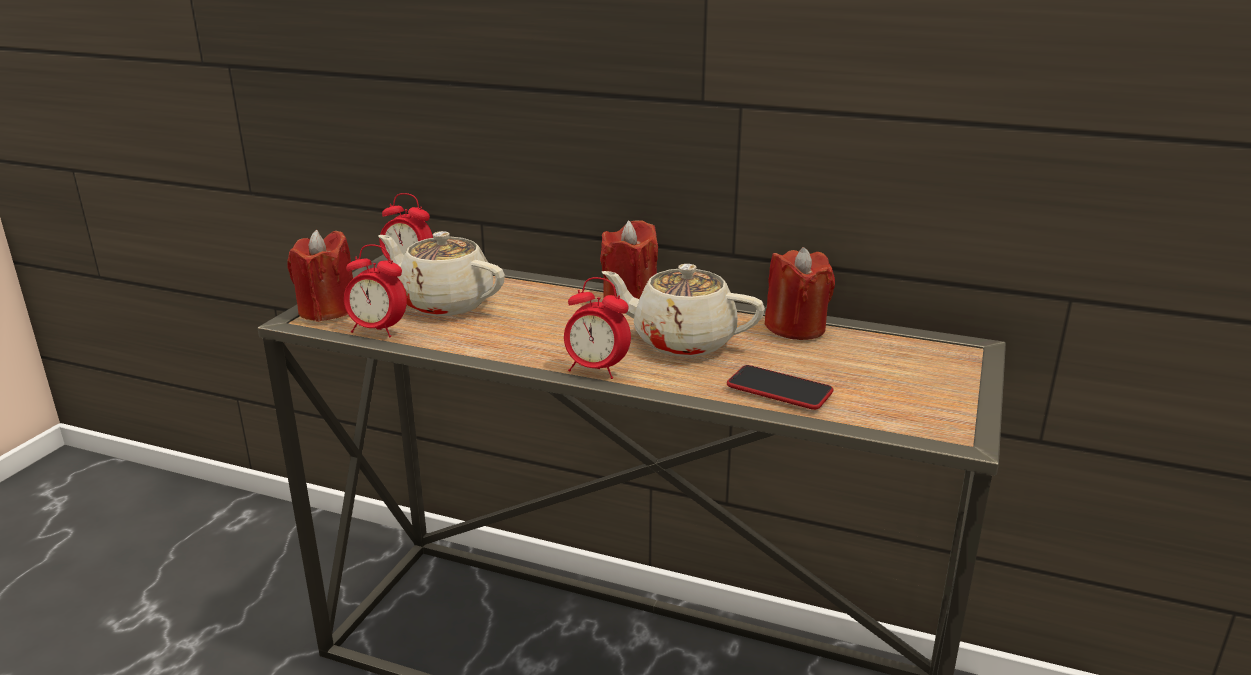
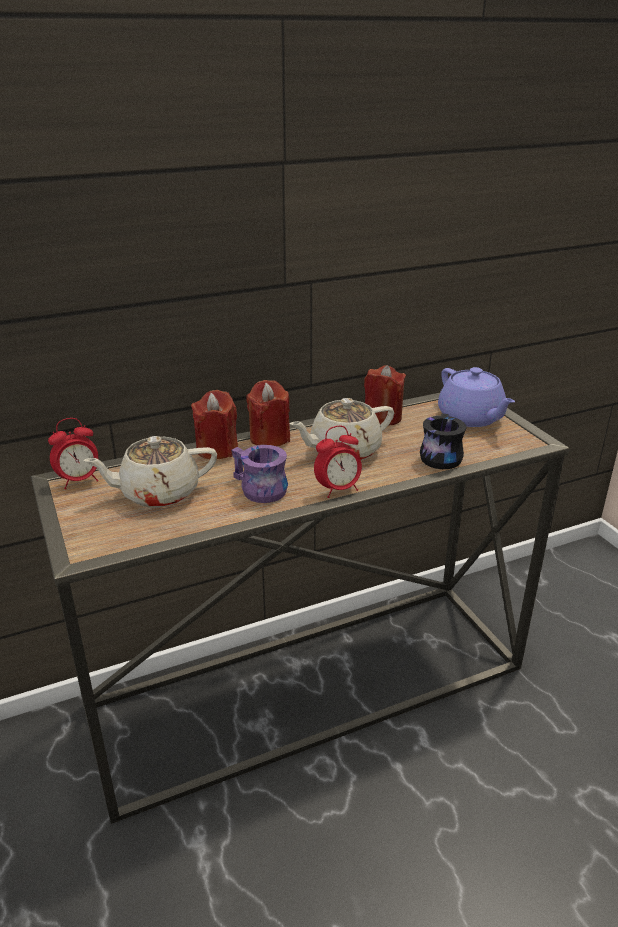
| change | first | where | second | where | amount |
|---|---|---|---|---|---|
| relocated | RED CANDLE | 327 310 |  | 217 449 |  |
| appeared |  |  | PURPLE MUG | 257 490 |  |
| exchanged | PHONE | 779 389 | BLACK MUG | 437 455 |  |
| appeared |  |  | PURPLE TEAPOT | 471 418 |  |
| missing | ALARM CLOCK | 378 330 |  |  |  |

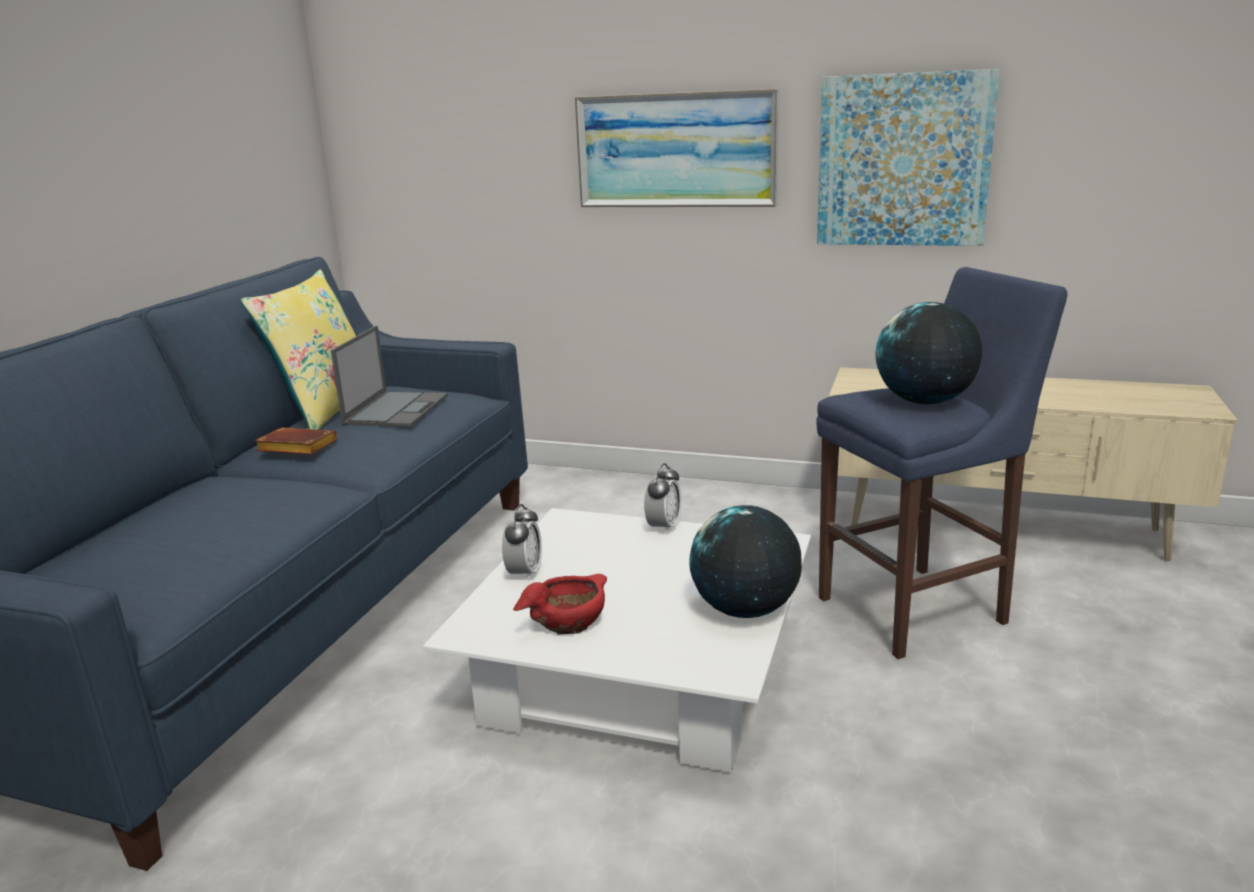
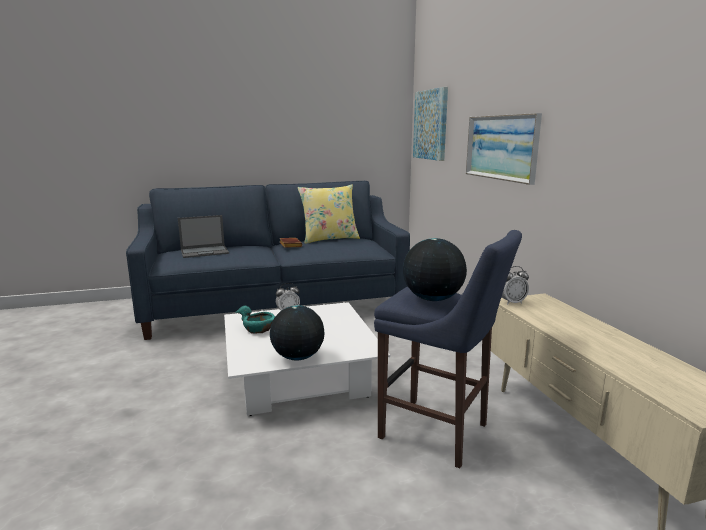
| change | first | where | second | where | amount |
|---|---|---|---|---|---|
| relocated | LAPTOP | 396 409 |  | 205 252 |  |
| colour | RED BOWL | 568 620 | TURQUOISE BOWL | 259 329 |  |
| relocated | PICTURE | 903 160 |  | 431 125 |  |
| relocated | ALARM CLOCK | 663 527 |  | 512 302 |  |

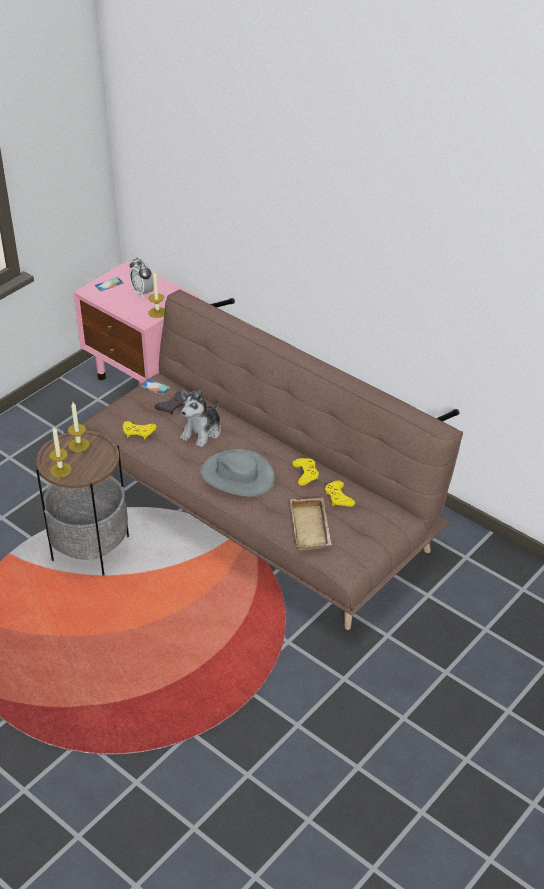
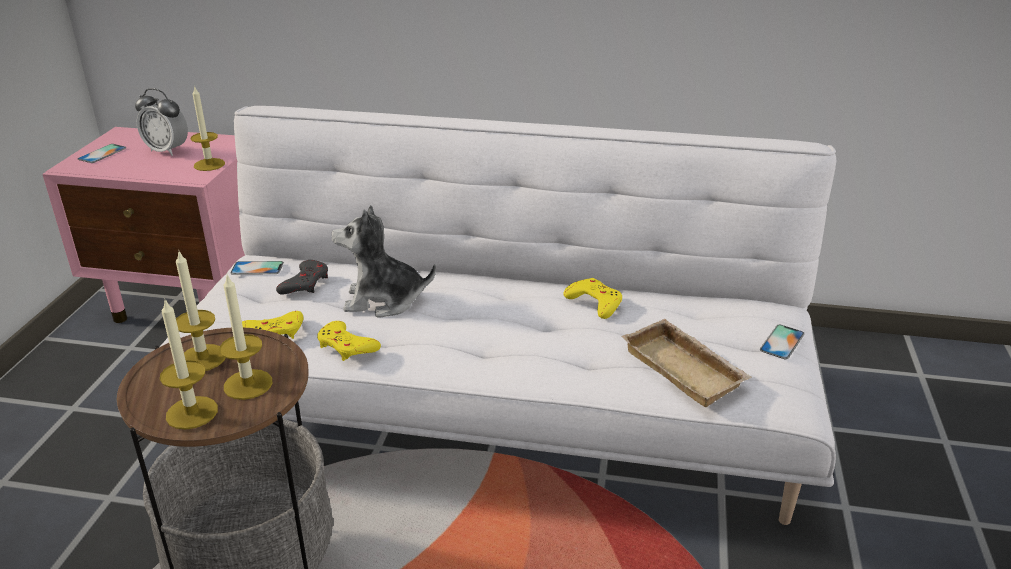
| change | first | where | second | where | amount |
|---|---|---|---|---|---|
| colour | BROWN SOFA | 260 510 | WHITE SOFA | 500 406 |  |
| appeared |  |  | CANDLE | 248 384 |  |
| relocated | YELLOW GAME CONTROLLER | 338 497 |  | 346 346 |  |
| spun | PLUSH TOY | 202 432 |  | 383 300 | 90 degrees clockwise |
| appeared |  |  | PHONE | 782 342 |  |
| missing | GREY HAT | 237 476 |  |  |  |

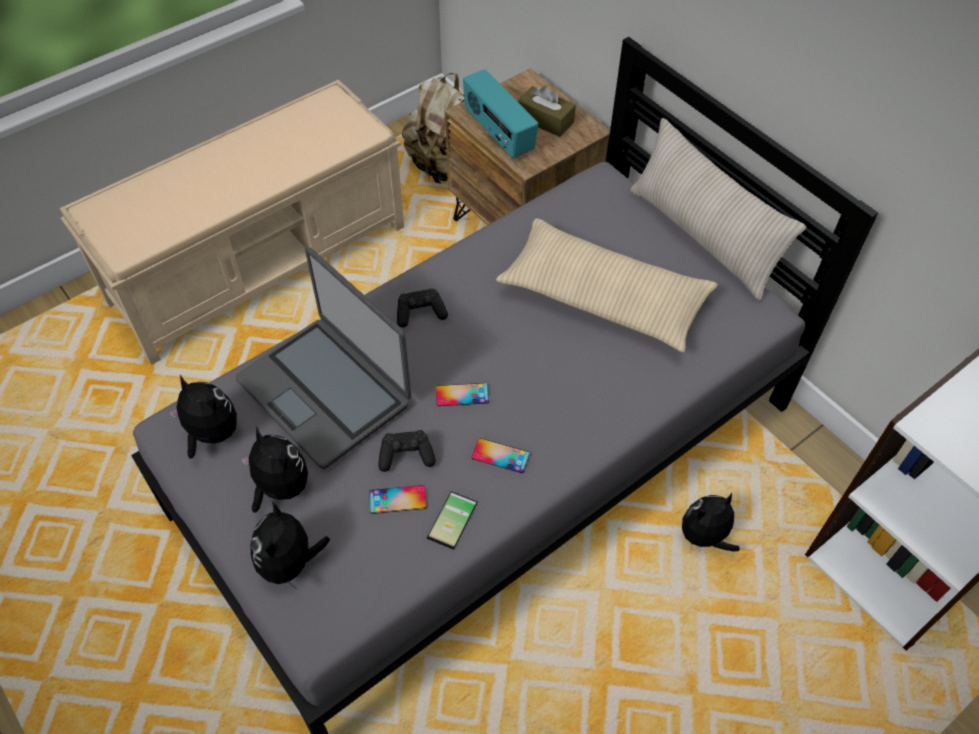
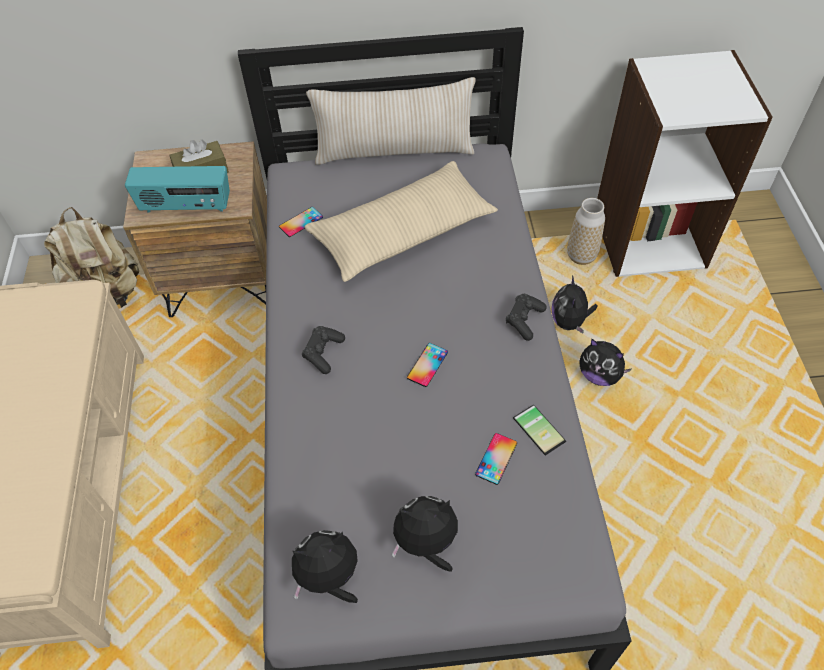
| change | first | where | second | where | amount |
|---|---|---|---|---|---|
| relocated | PHONE | 500 455 |  | 301 222 |  |
| relocated | BLACK GAME CONTROLLER | 406 455 |  | 524 320 |  |
| appeared |  |  | VASE | 581 256 |  |
| relocated | PLUSH TOY | 290 563 |  | 599 375 |  |
| missing | LAPTOP | 325 391 |  |  |  |

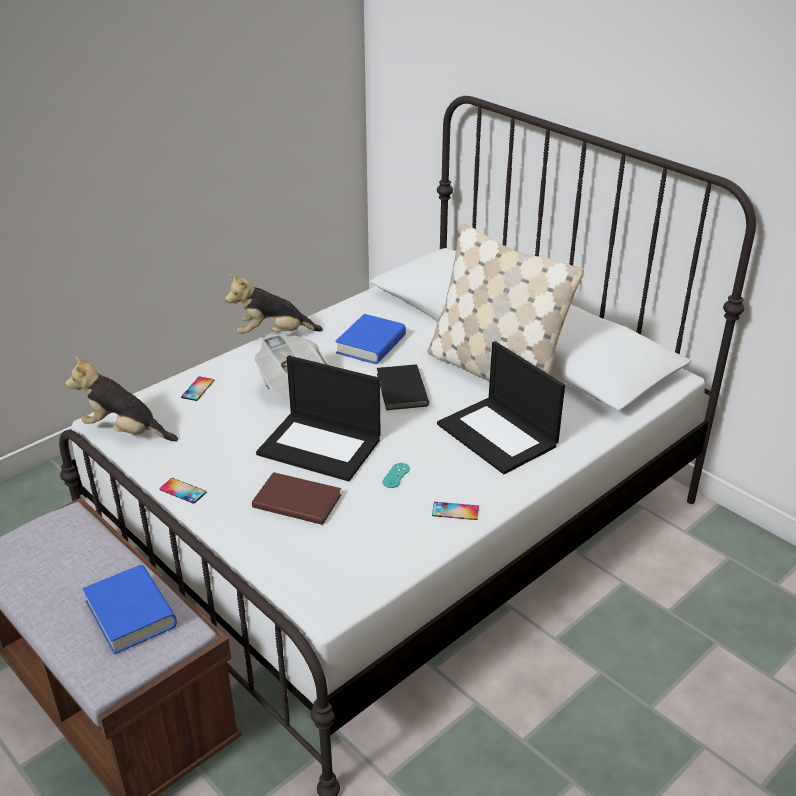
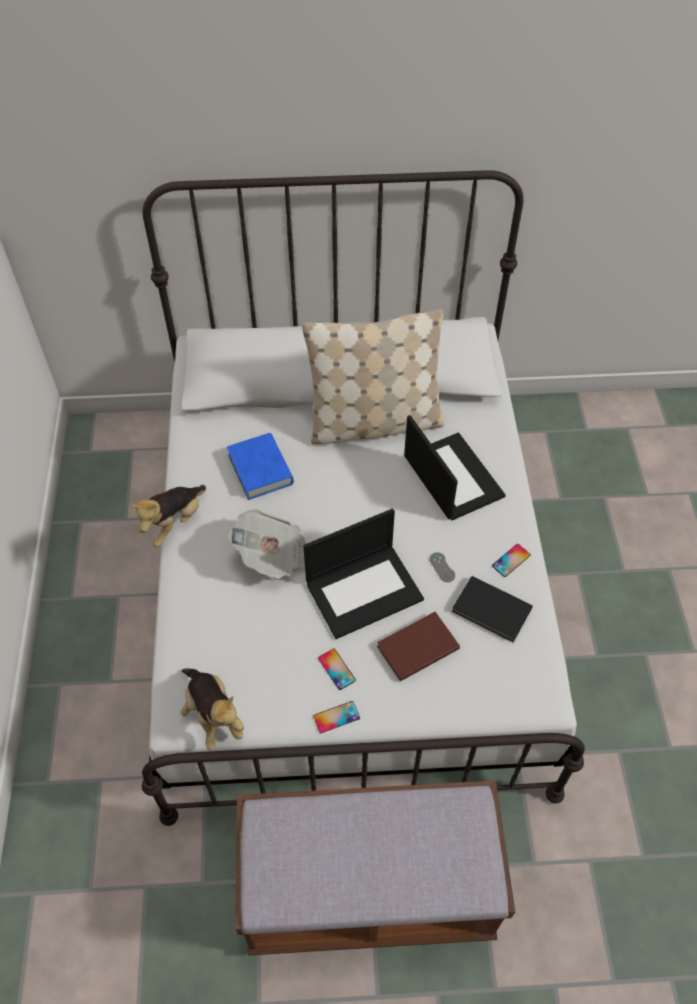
| change | first | where | second | where | amount |
|---|---|---|---|---|---|
| spun | PLUSH TOY | 125 431 |  | 212 714 | 90 degrees counterclockwise |
| relocated | PHONE | 197 389 |  | 336 669 |  |
| spun | LAPTOP | 498 435 |  | 451 476 | 120 degrees counterclockwise |
| colour | TURQUOISE GAME CONTROLLER | 396 475 | GREY GAME CONTROLLER | 442 567 |  |
| relocated | BLACK BOOK | 400 390 |  | 491 611 |  |
| missing | BLUE BOOK | 131 614 |  |  |  |

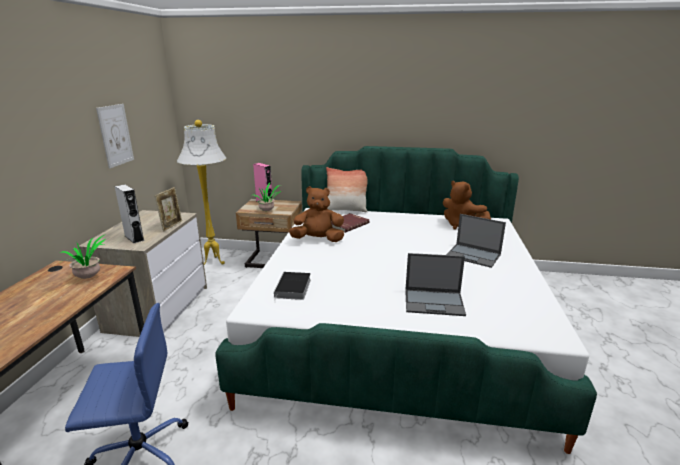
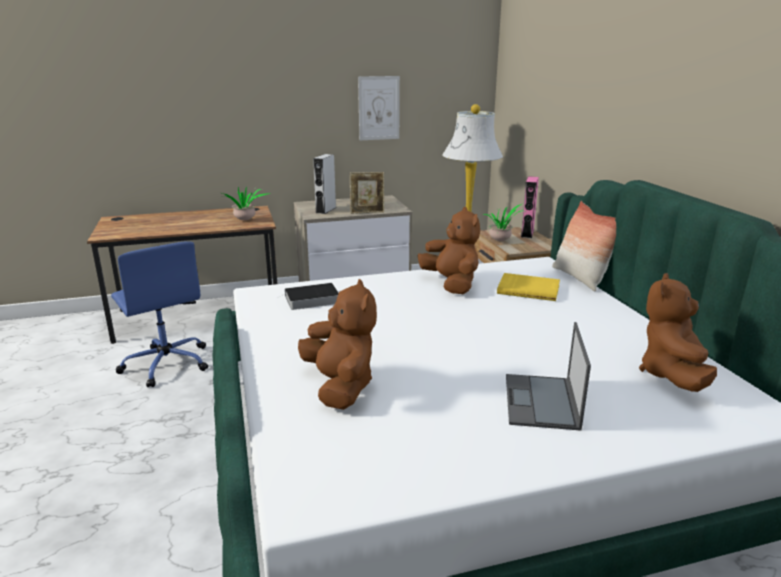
| change | first | where | second | where | amount |
|---|---|---|---|---|---|
| exchanged | LAPTOP | 434 302 | BROWN PLUSH TOY | 340 386 |  |
| colour | RED BOOK | 347 224 | YELLOW BOOK | 528 289 |  |

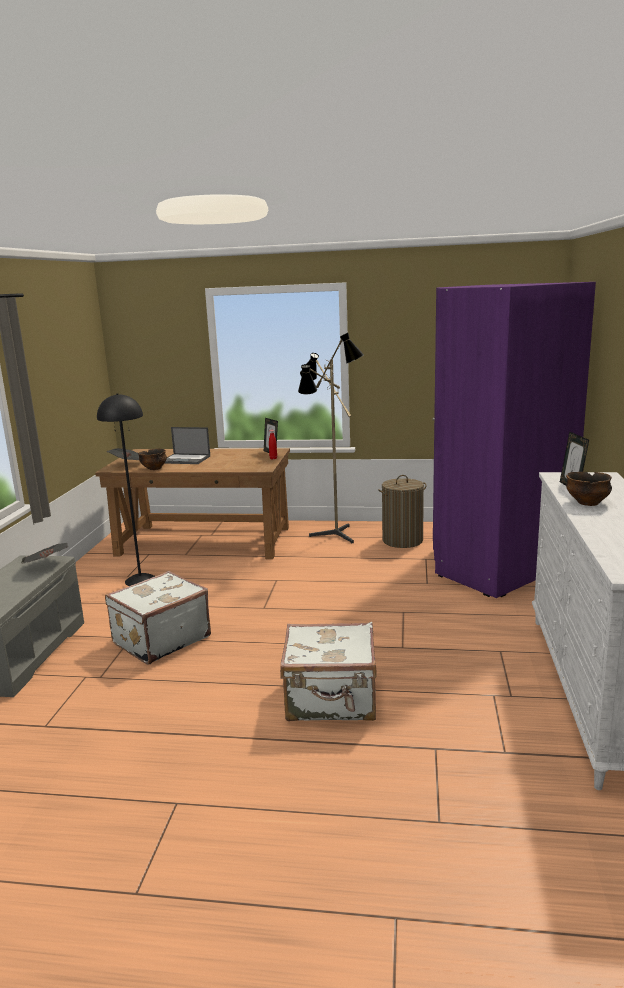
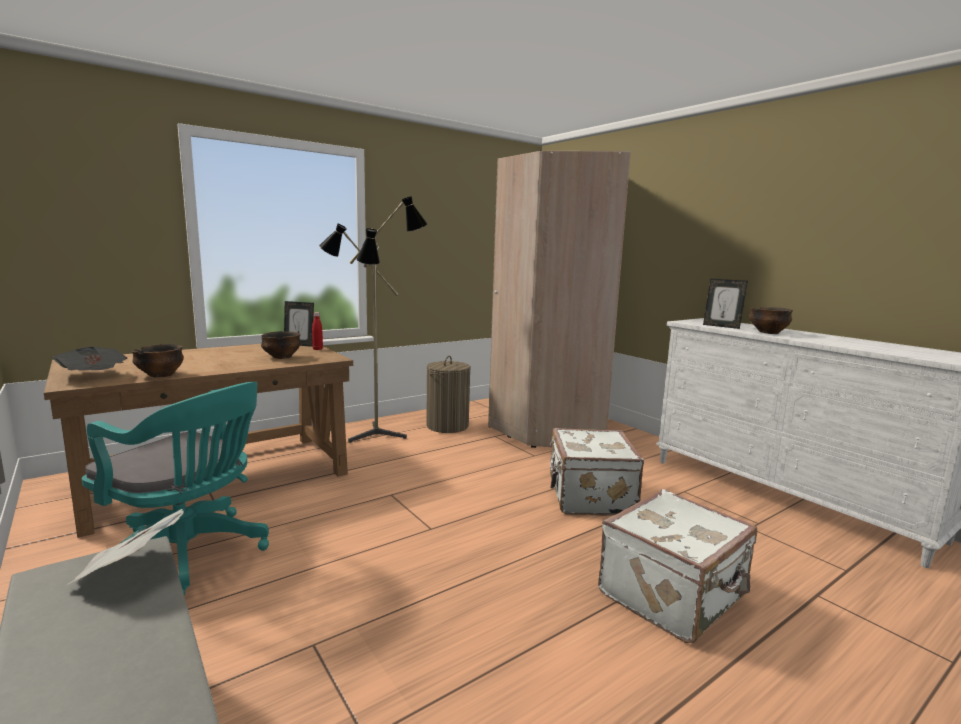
| change | first | where | second | where | amount |
|---|---|---|---|---|---|
| exchanged | BLACK FLOOR LAMP | 140 580 | TURQUOISE OFFICE CHAIR | 190 555 |  |
| appeared |  |  | BOWL | 282 357 |  |
| colour | PURPLE WARDROBE | 491 563 | BEIGE WARDROBE | 547 427 |  |
| relocated | WHITE SUITCASE | 160 639 |  | 589 497 |  |
| missing | LAPTOP | 186 459 |  |  |  |

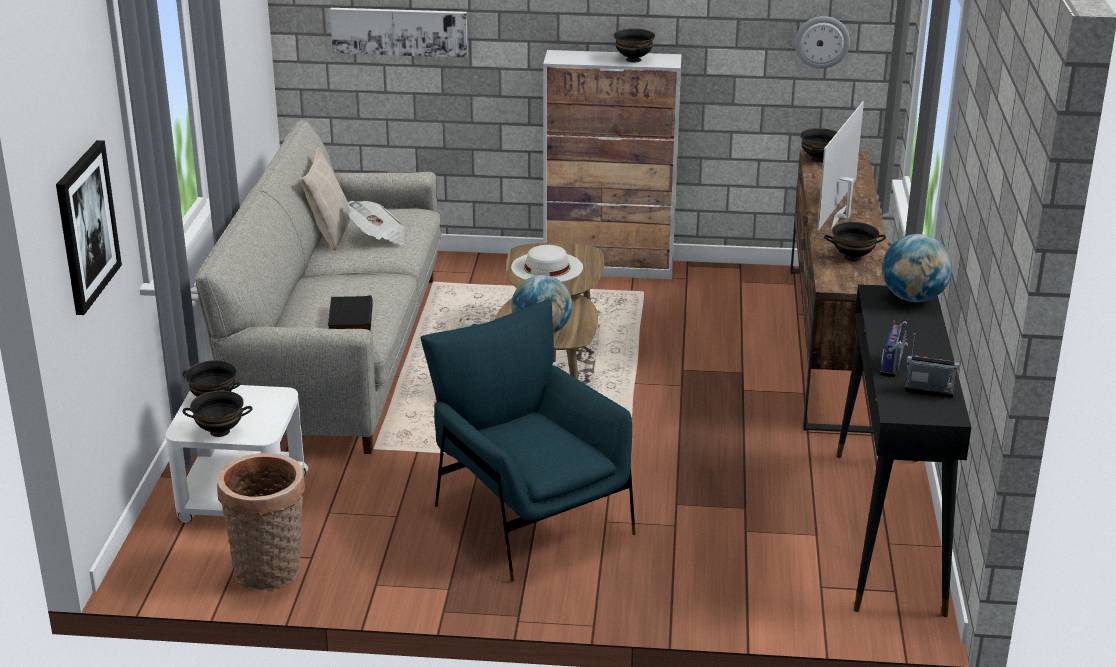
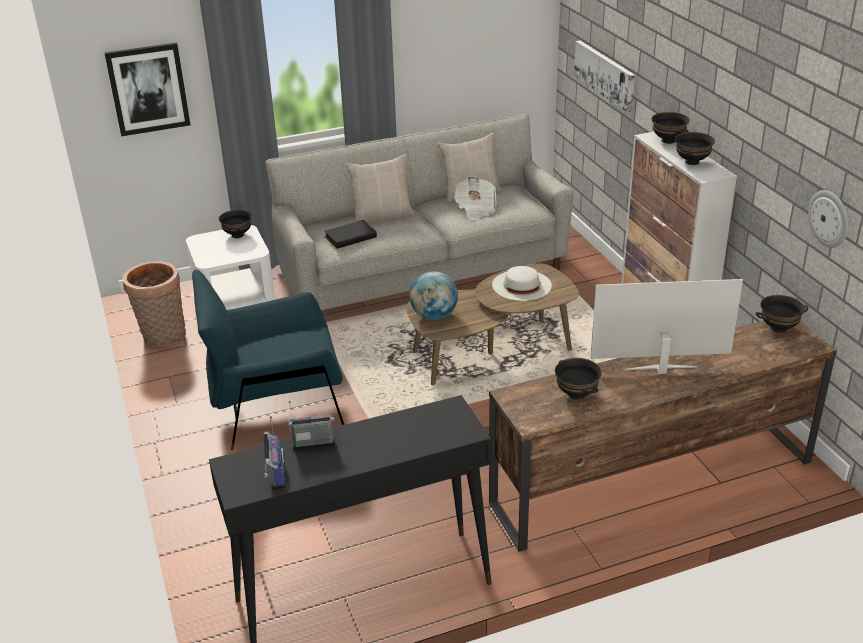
| change | first | where | second | where | amount |
|---|---|---|---|---|---|
| spun | BLUE ARMCHAIR | 529 516 |  | 276 408 | 135 degrees counterclockwise |
| appeared |  |  | BEIGE PILLOW | 382 216 |  |
| relocated | BLACK BOWL | 219 432 |  | 667 141 |  |
| missing | GLOBE | 913 298 |  |  |  |

